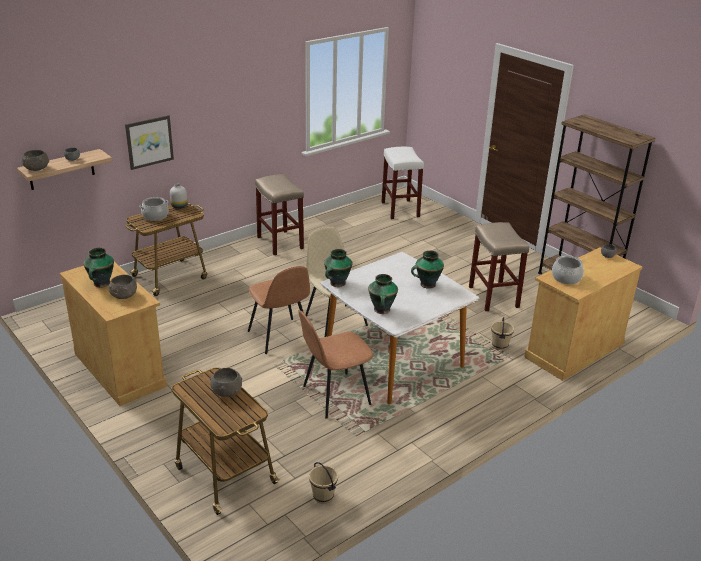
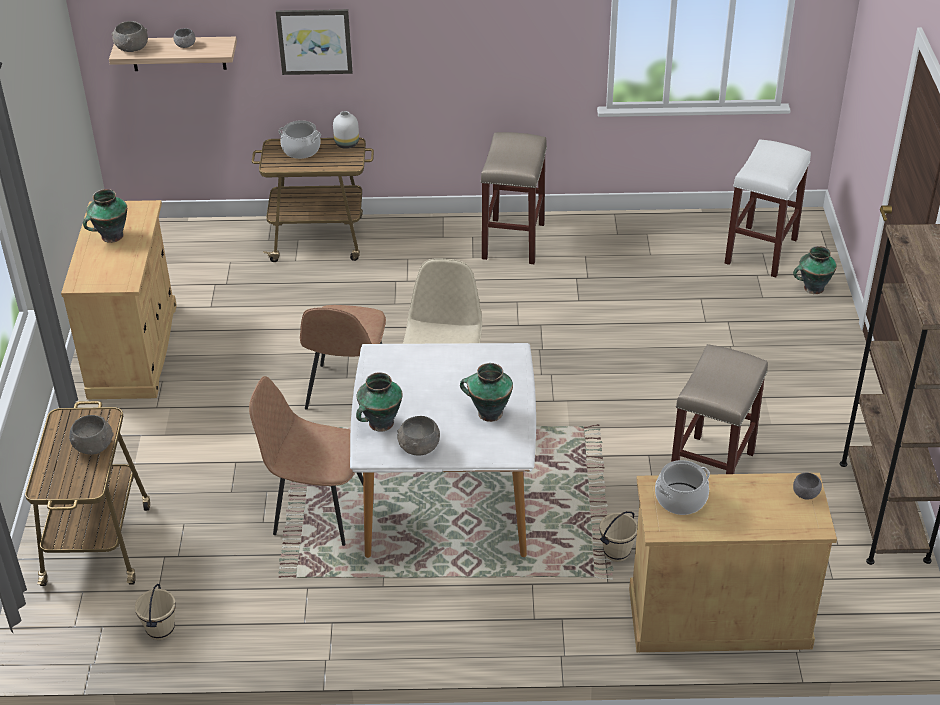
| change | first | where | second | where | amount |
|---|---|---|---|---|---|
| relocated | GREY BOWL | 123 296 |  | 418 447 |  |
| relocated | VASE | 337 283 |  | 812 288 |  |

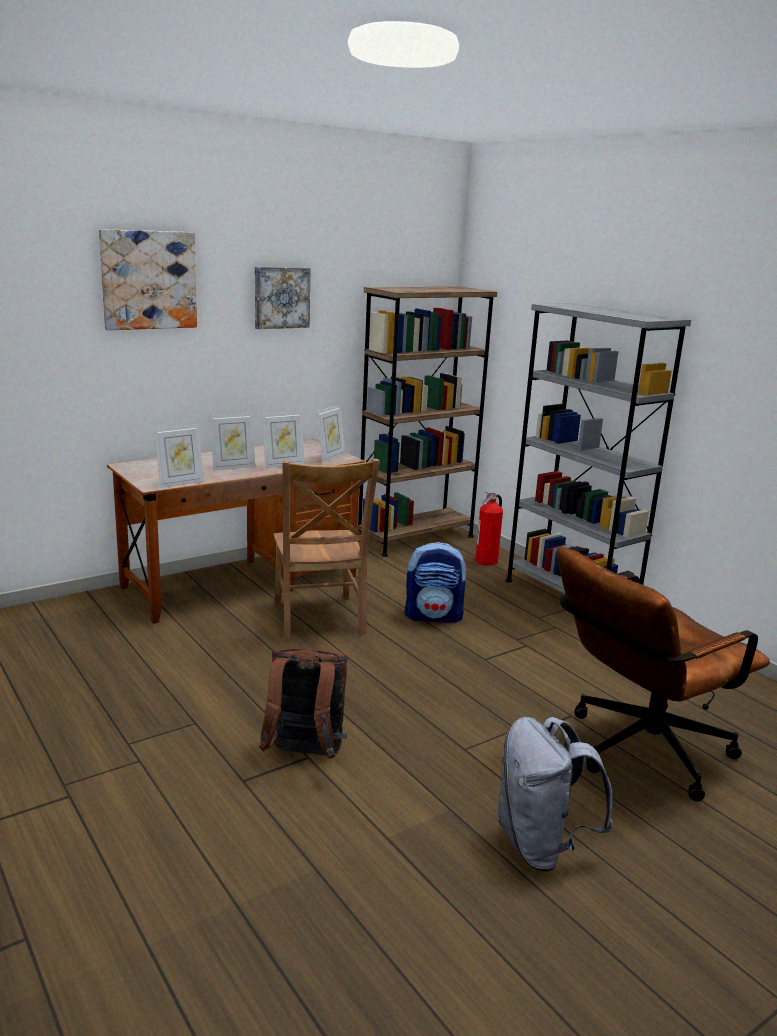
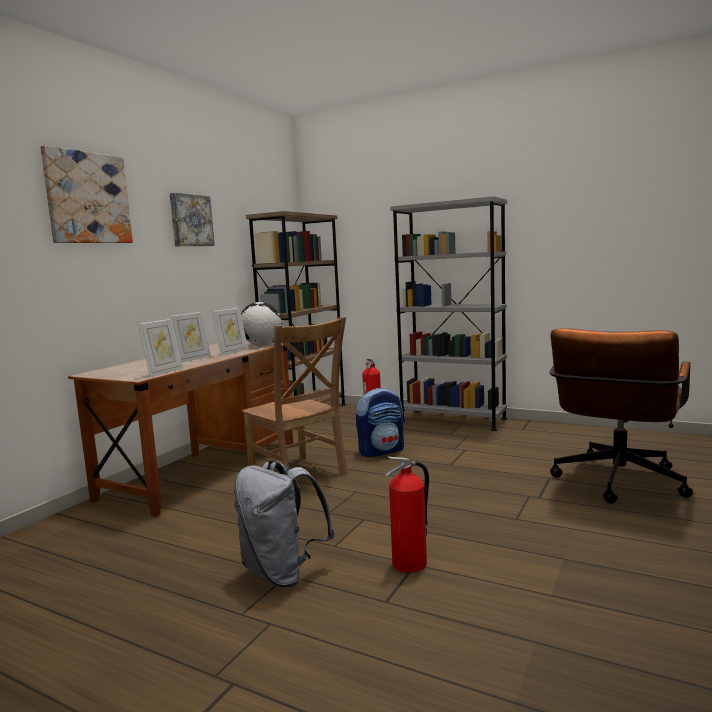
| change | first | where | second | where | amount |
|---|---|---|---|---|---|
| relocated | GREY BACKPACK | 541 846 |  | 283 573 |  |
| exchanged | PICTURE FRAME | 330 458 | GLOBE | 261 345 |  |
| exchanged | BROWN BACKPACK | 304 755 | FIRE EXTINGUISHER | 410 564 |  |

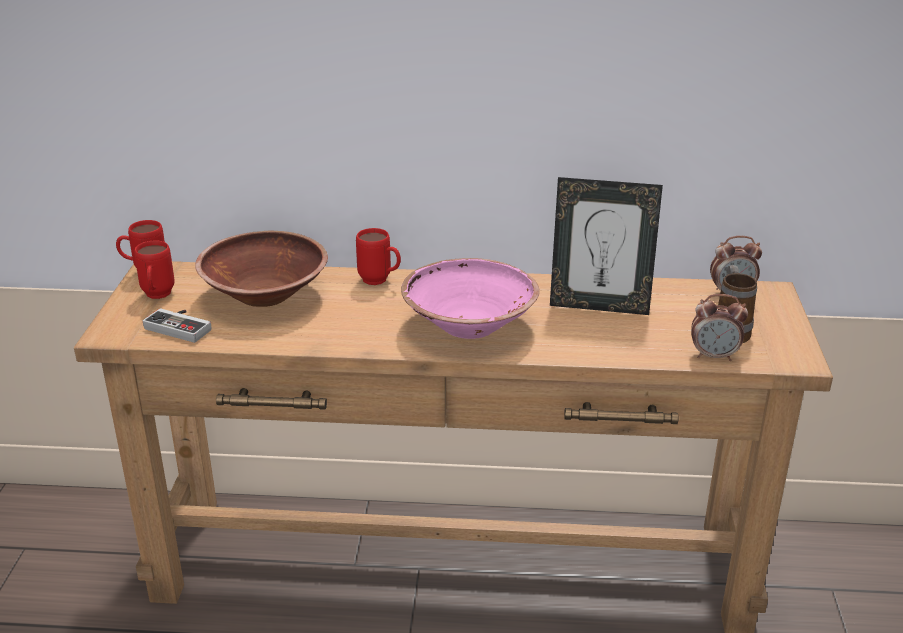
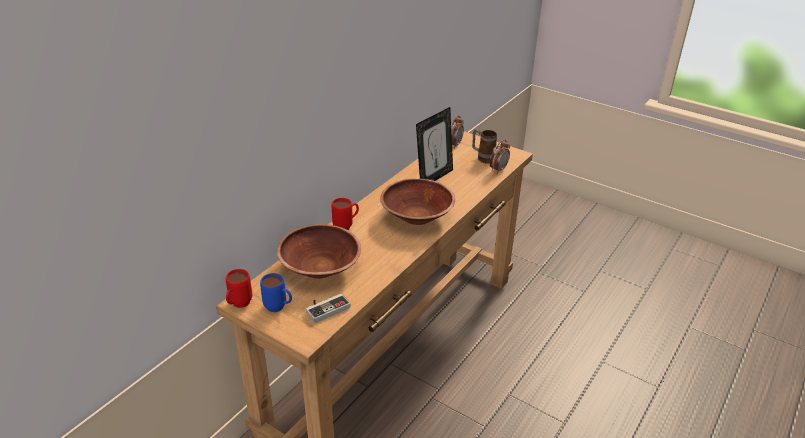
| change | first | where | second | where | amount |
|---|---|---|---|---|---|
| colour | RED MUG | 157 297 | BLUE MUG | 279 308 |  |
| colour | PINK BOWL | 469 325 | BROWN BOWL | 417 216 |  |

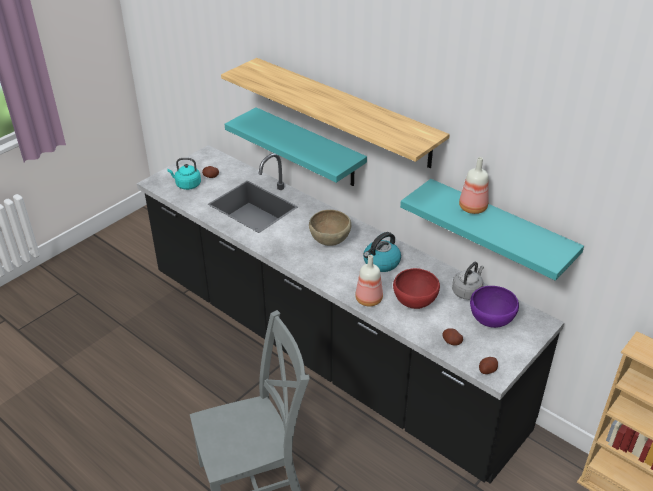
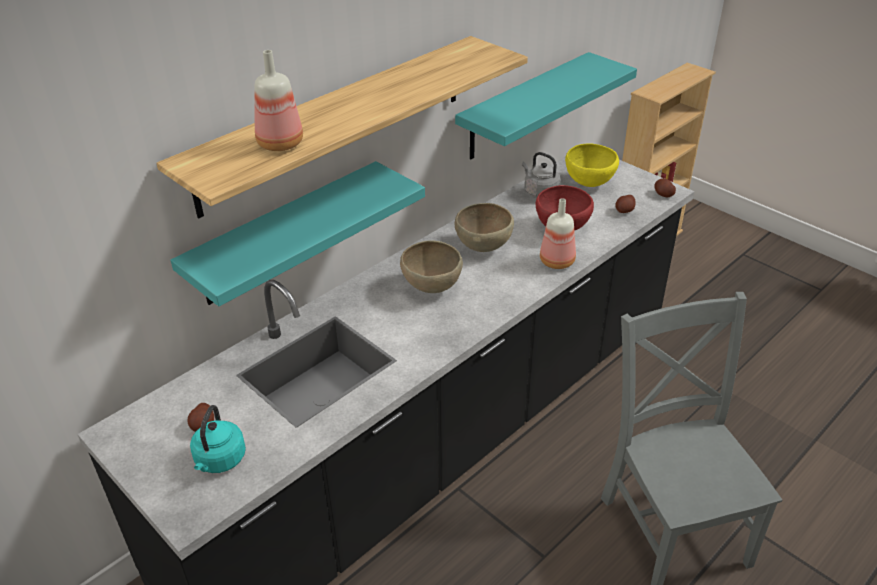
| change | first | where | second | where | amount |
|---|---|---|---|---|---|
| relocated | BOTTLE | 472 208 |  | 280 144 |  |
| exchanged | KETTLE | 381 263 | BROWN BOWL | 483 247 |  |
| colour | PURPLE BOWL | 491 321 | YELLOW BOWL | 589 183 |  |

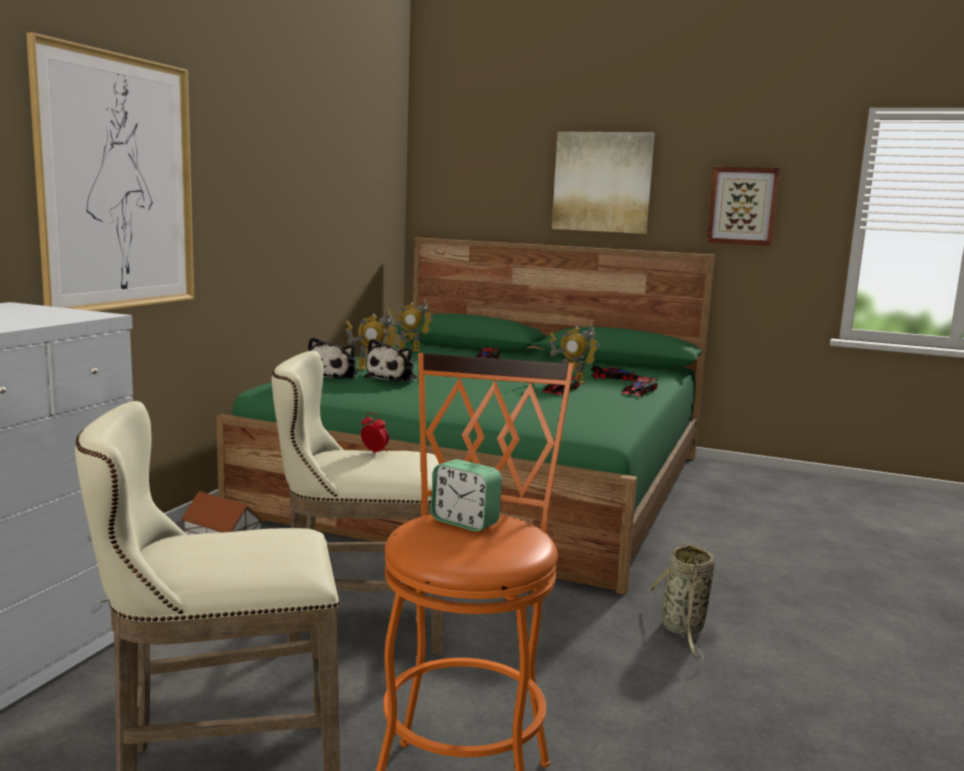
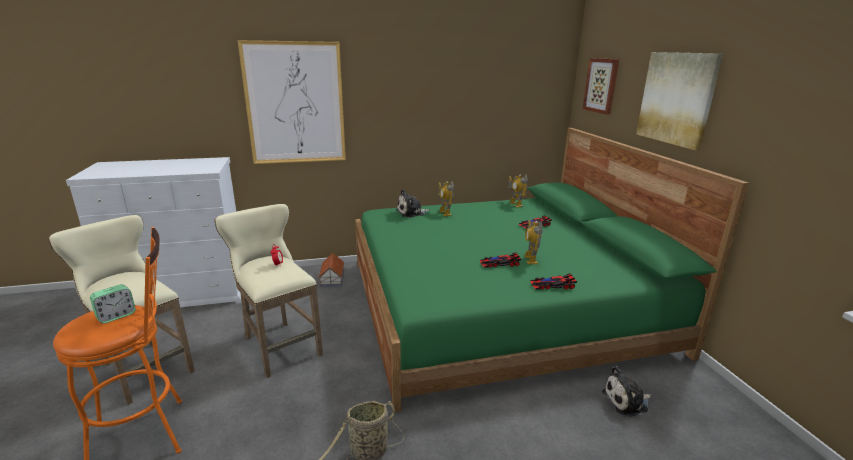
| change | first | where | second | where | amount |
|---|---|---|---|---|---|
| spun | ALARM CLOCK | 465 522 |  | 116 316 | 135 degrees counterclockwise |
| relocated | PICTURE | 742 206 |  | 601 85 |  |
| relocated | PLUSH TOY | 393 378 |  | 627 401 |  |
| missing | TOY CAR | 616 378 |  |  |  |

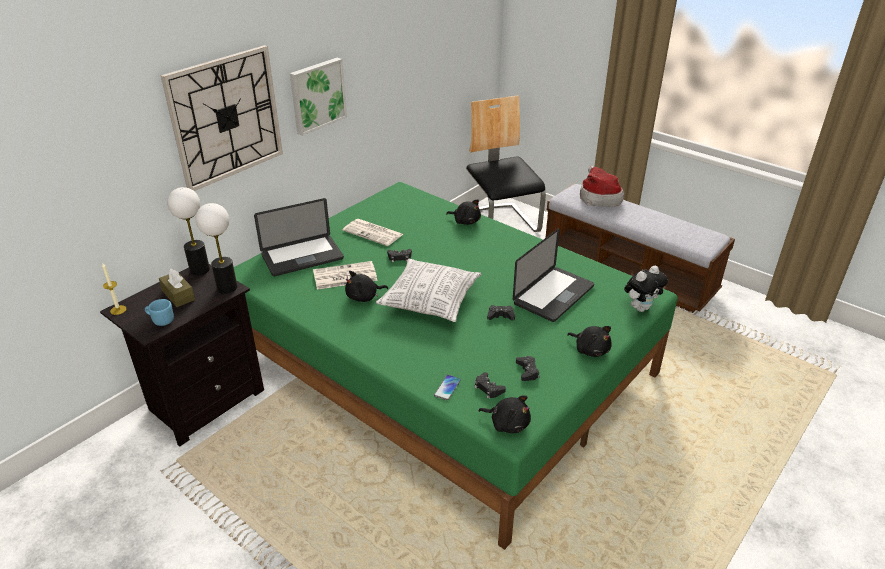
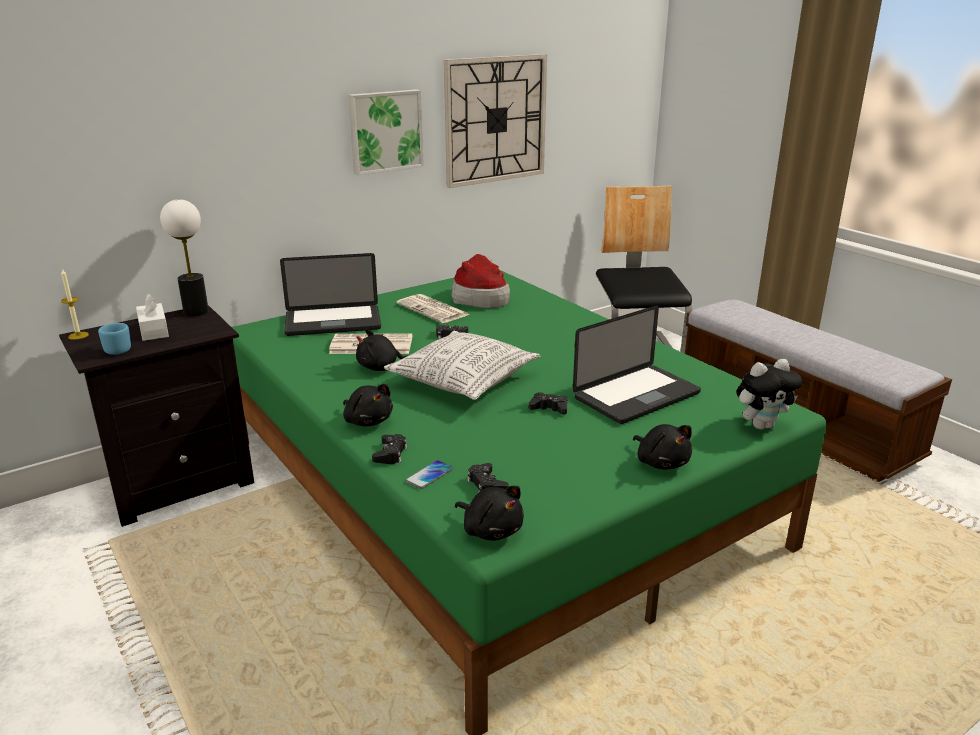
| change | first | where | second | where | amount |
|---|---|---|---|---|---|
| colour | BROWN TISSUE BOX | 178 295 | WHITE TISSUE BOX | 154 330 |  |
| relocated | BLACK PLUSH TOY | 465 221 |  | 367 421 |  |
| relocated | BLACK GAME CONTROLLER | 527 371 |  | 390 454 |  |
| relocated | WALL CLOCK | 226 117 |  | 495 120 |  |
| relocated | HAT | 598 197 |  | 481 298 |  |
| missing | TABLE LAMP | 227 287 |  |  |  |

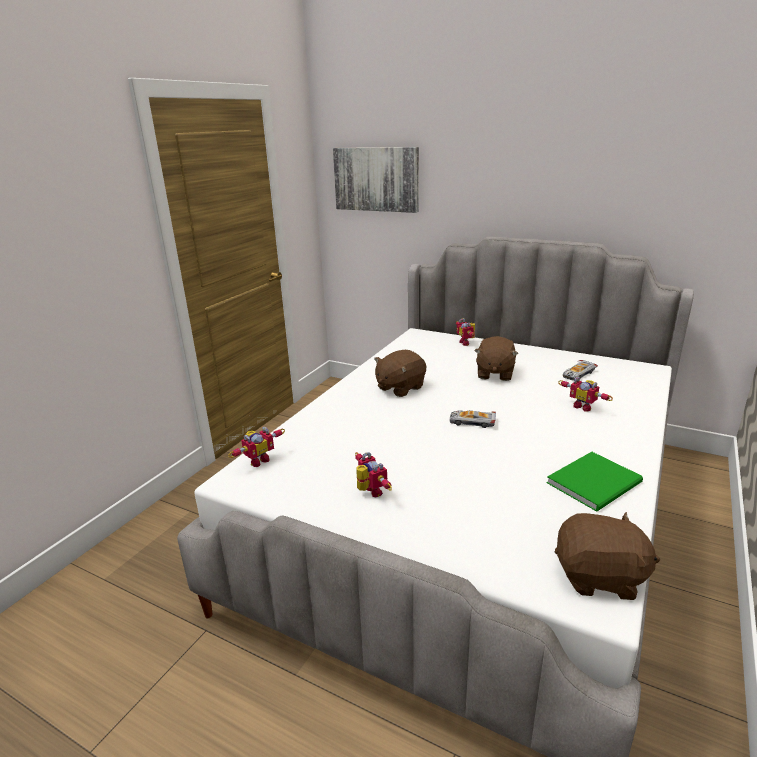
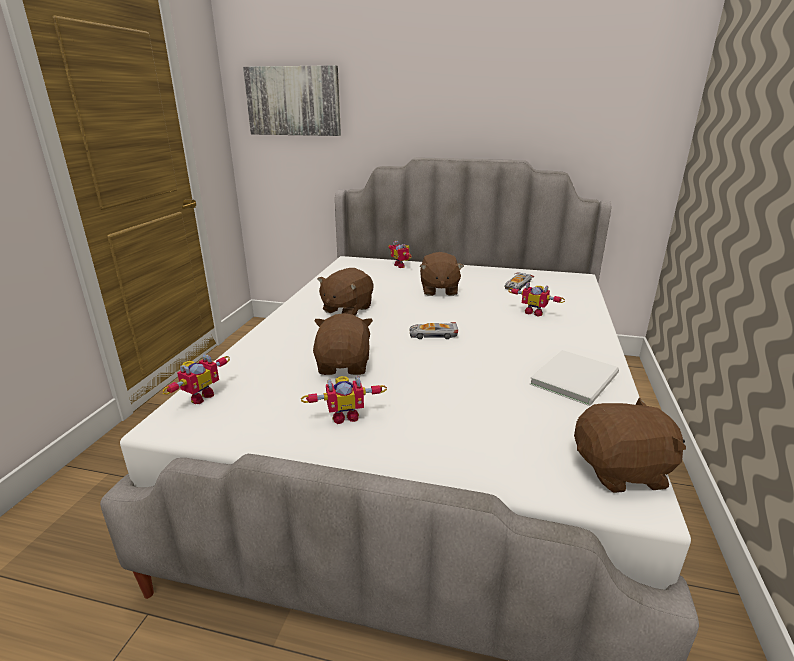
| change | first | where | second | where | amount |
|---|---|---|---|---|---|
| spun | TOY ROBOT | 369 492 |  | 345 416 | 120 degrees clockwise |
| appeared |  |  | BROWN PLUSH TOY | 344 365 |  |
| colour | GREEN BOOK | 597 483 | WHITE BOOK | 577 378 |  |

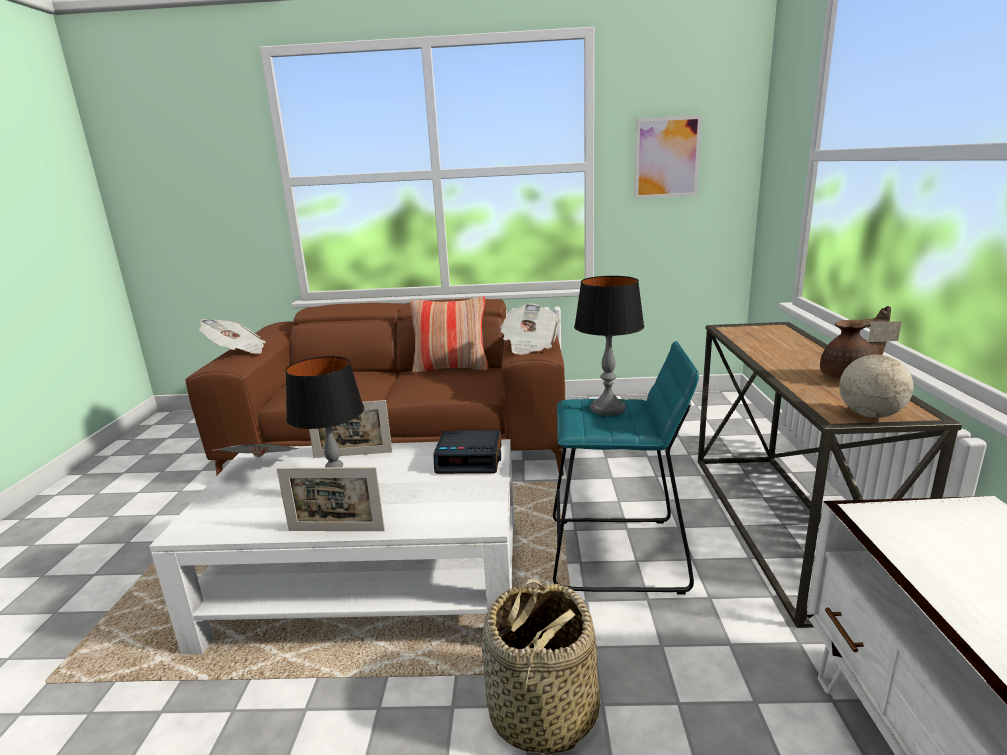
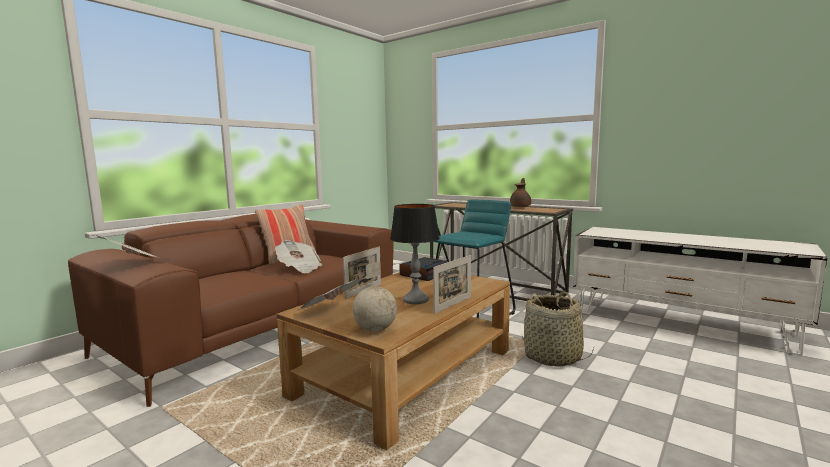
| change | first | where | second | where | amount |
|---|---|---|---|---|---|
| relocated | NEWSPAPER | 529 345 |  | 299 268 |  |
| colour | WHITE COFFEE TABLE | 370 584 | BROWN COFFEE TABLE | 407 372 |  |
| relocated | GLOBE | 869 415 |  | 374 330 |  |
| missing | TABLE LAMP | 607 408 |  |  |  |
| missing | PICTURE | 667 157 |  |  |  |

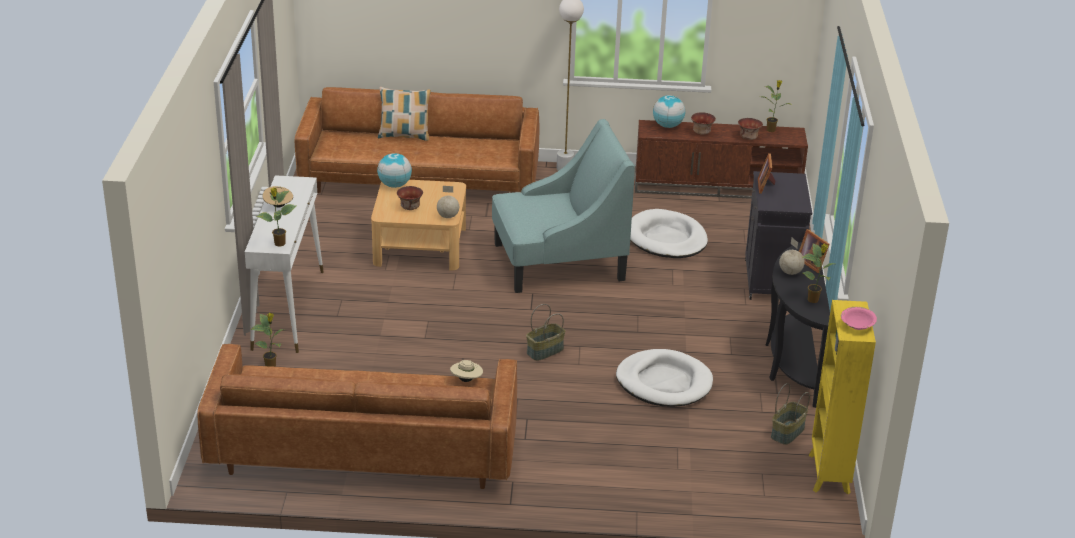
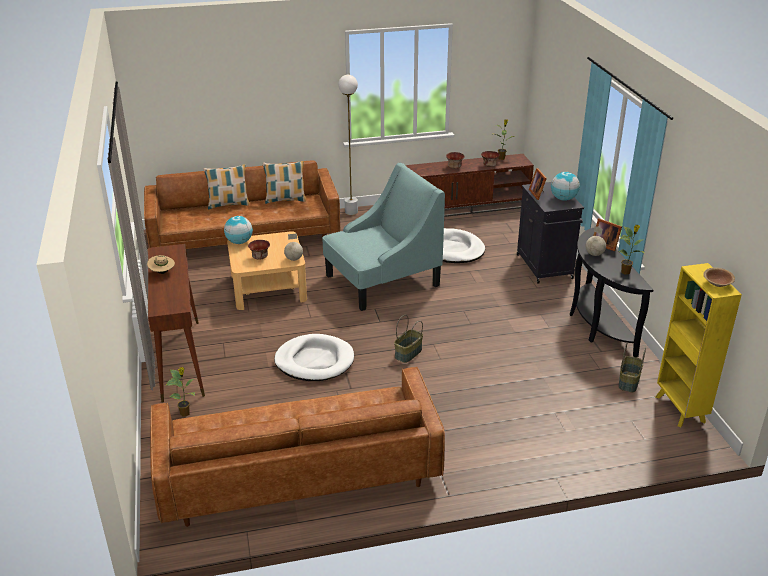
| change | first | where | second | where | amount |
|---|---|---|---|---|---|
| colour | WHITE CONSOLE TABLE | 288 309 | BROWN CONSOLE TABLE | 181 359 |  |
| appeared |  |  | PILLOW | 285 200 |  |
| relocated | WHITE DOG BED | 664 382 |  | 314 361 |  |
| relocated | GLOBE | 667 126 |  | 563 199 |  |
| colour | PINK BOWL | 857 325 | BROWN BOWL | 717 283 |  |
| missing | POTTED PLANT | 279 244 |  |  |  |
| missing | BEIGE HAT | 466 380 |  |  |  |

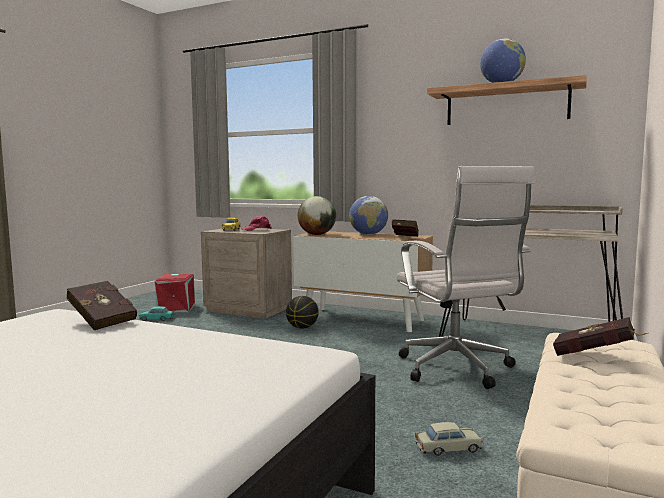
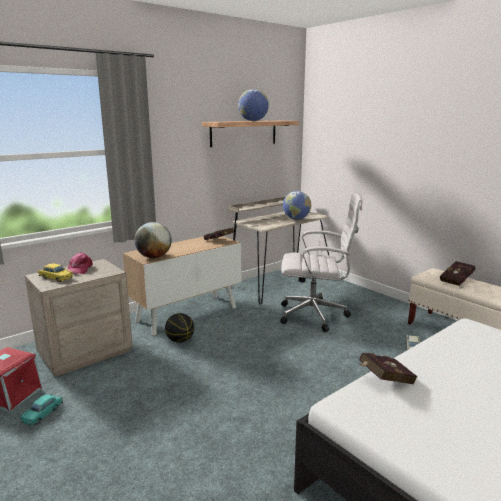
| change | first | where | second | where | amount |
|---|---|---|---|---|---|
| relocated | GLOBE | 368 234 |  | 296 219 |  |

